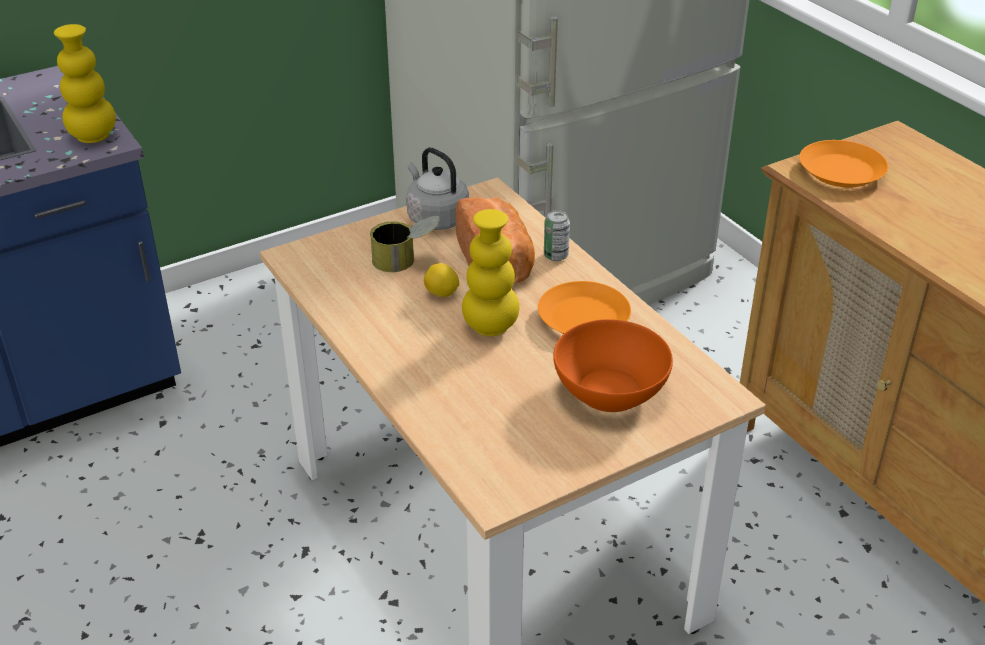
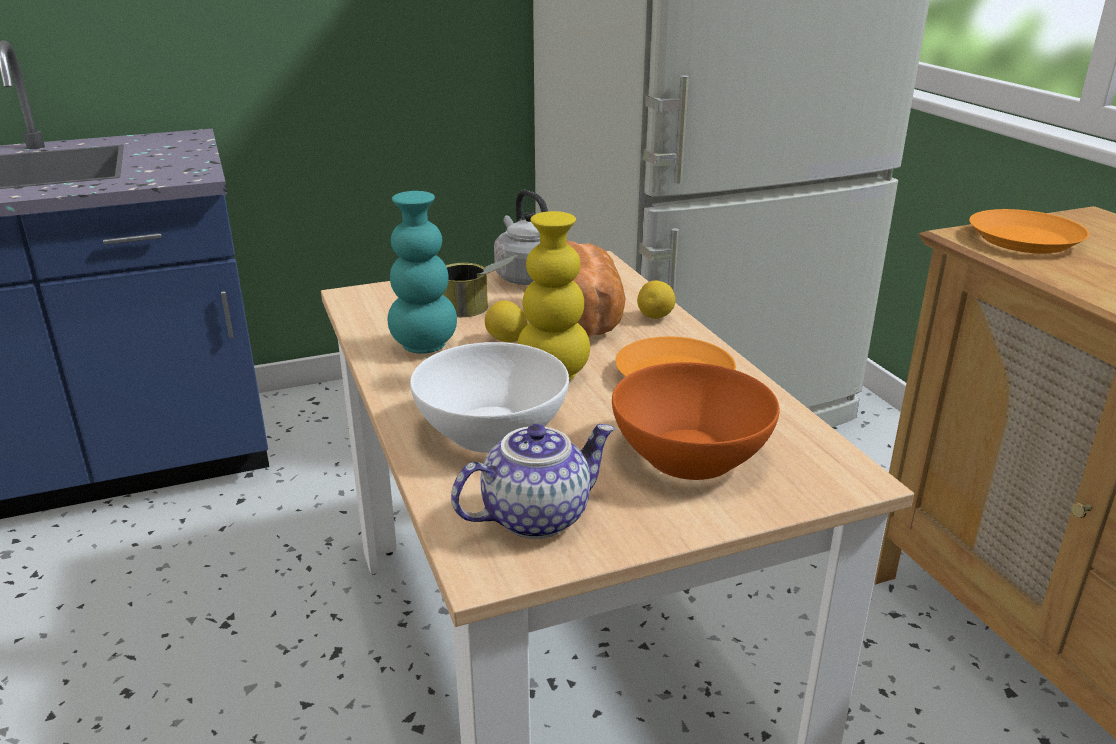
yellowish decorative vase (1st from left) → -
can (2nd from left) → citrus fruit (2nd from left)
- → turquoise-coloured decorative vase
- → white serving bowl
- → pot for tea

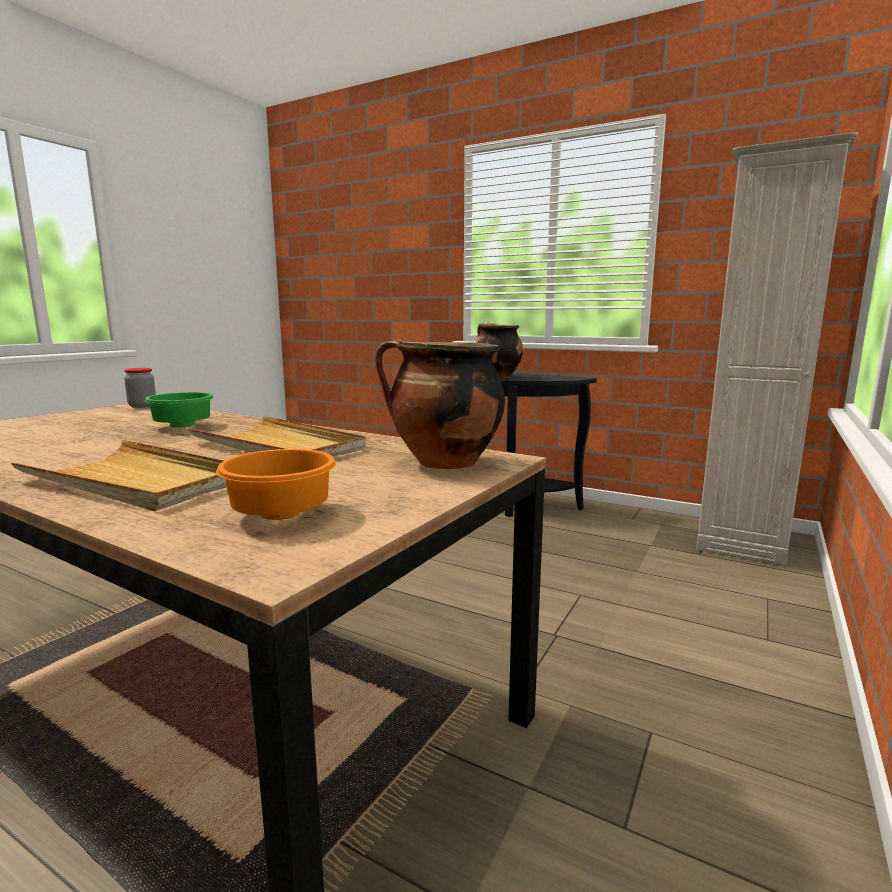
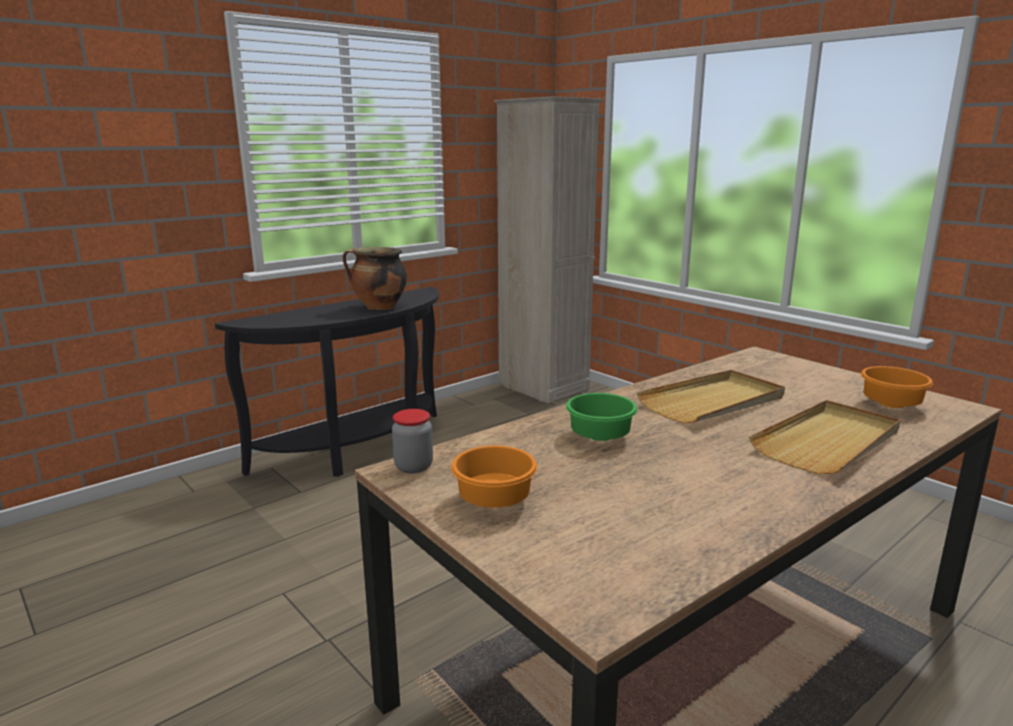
stockpot (1st from left) → -
- → orange-coloured serving bowl (1st from left)

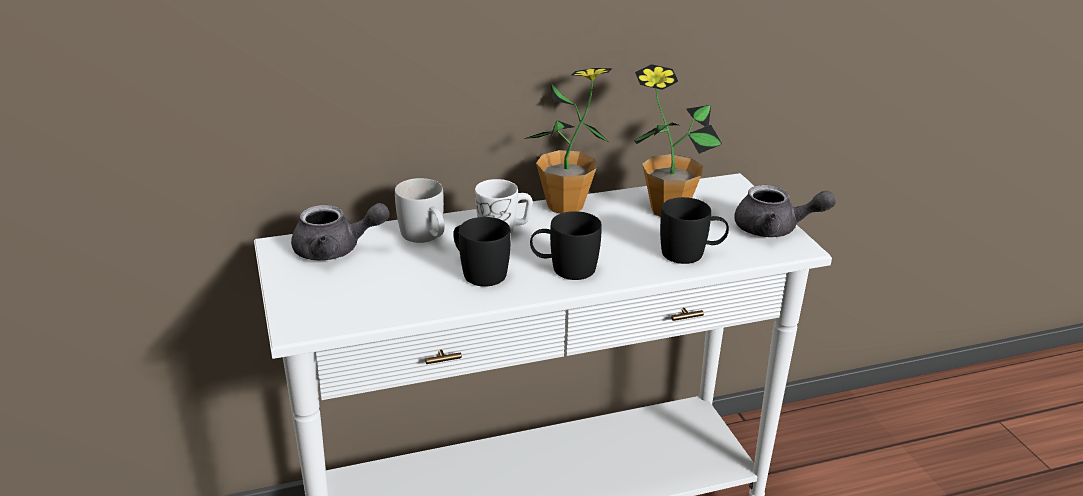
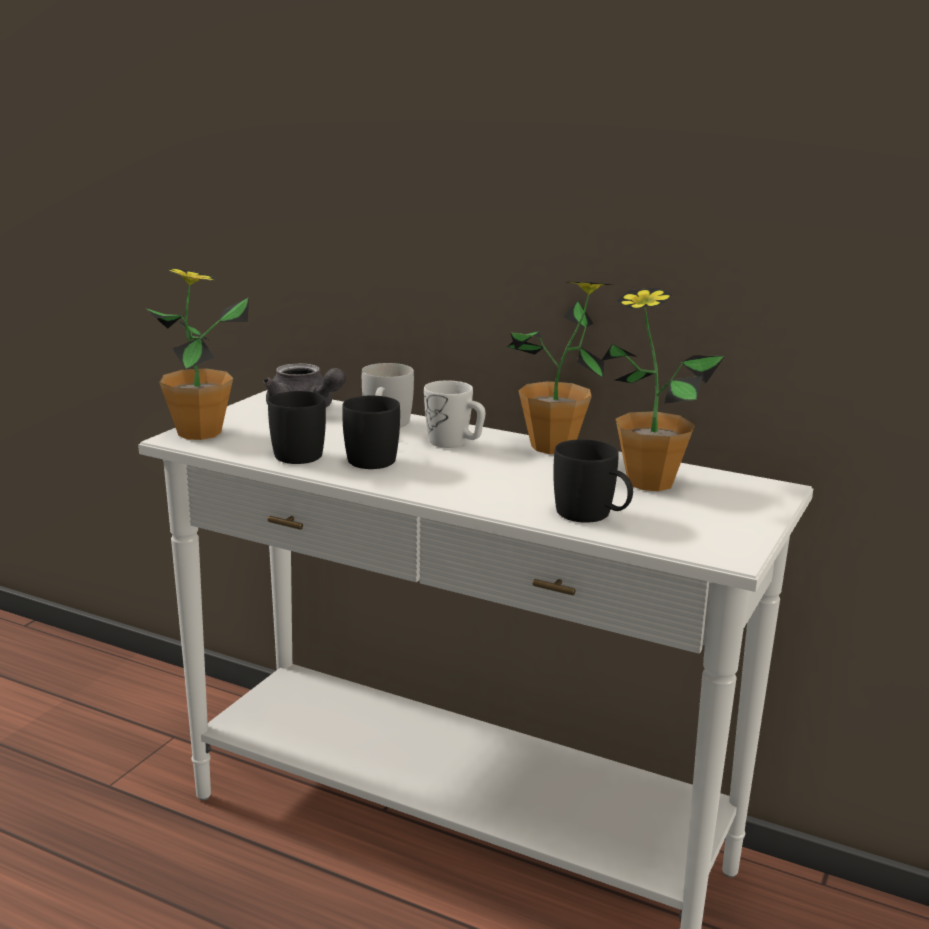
greyish pot for tea (2nd from left) → -
black-coloured tea mug (2nd from left in the first image) → black-coloured tea mug (1st from left), moved
- → potted plant (1st from left)

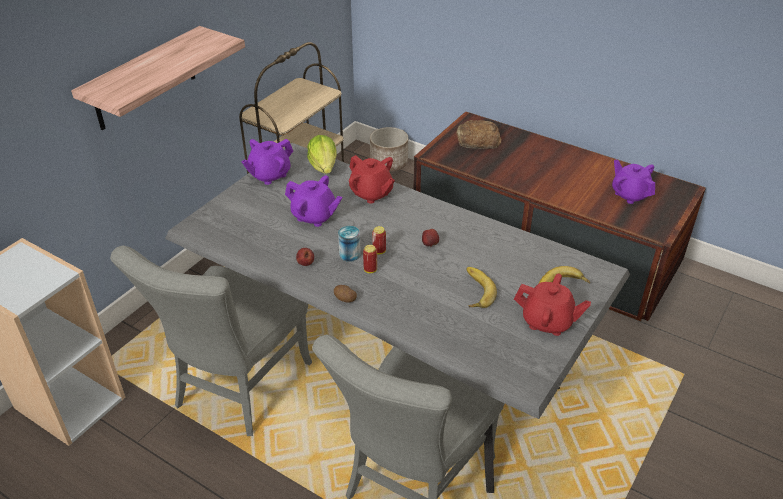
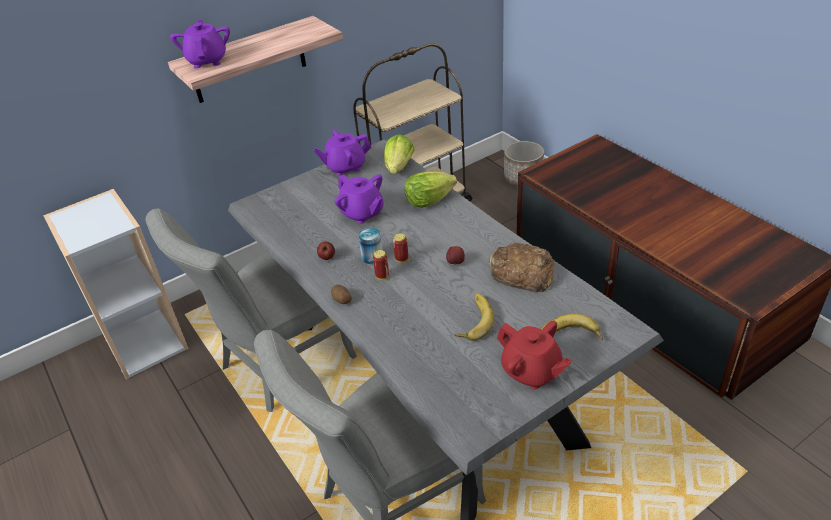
baked bread, moved
reddish pot for tea (1st from left) → lettuce head (2nd from left)
purple pot for tea (3rd from left in the first image) → purple pot for tea (1st from left), moved

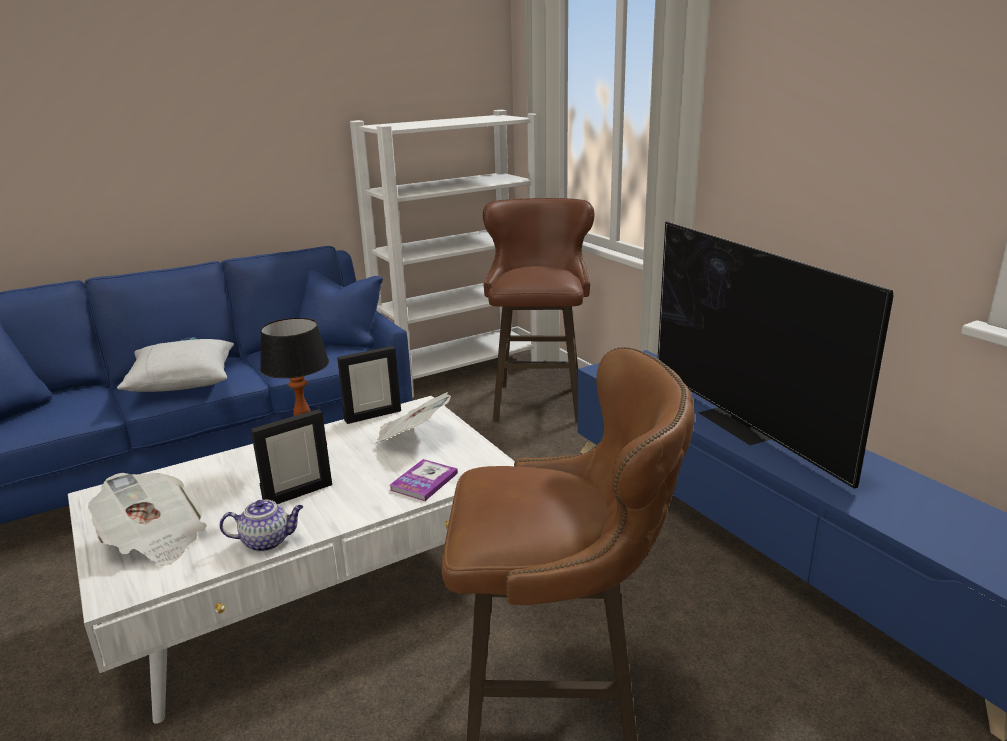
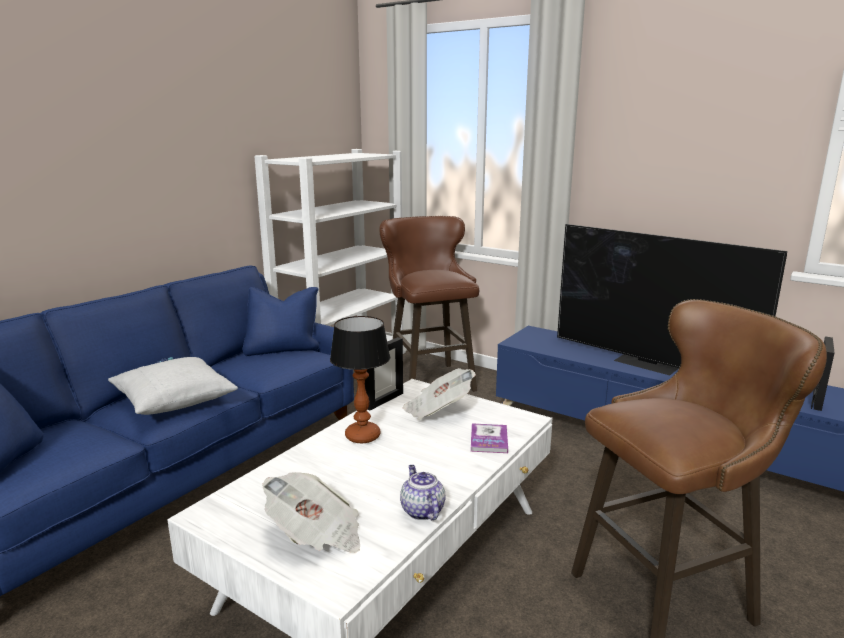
picture frame (1st from left in the first image) → picture frame (2nd from left), moved
pot for tea, 75 degrees counterclockwise

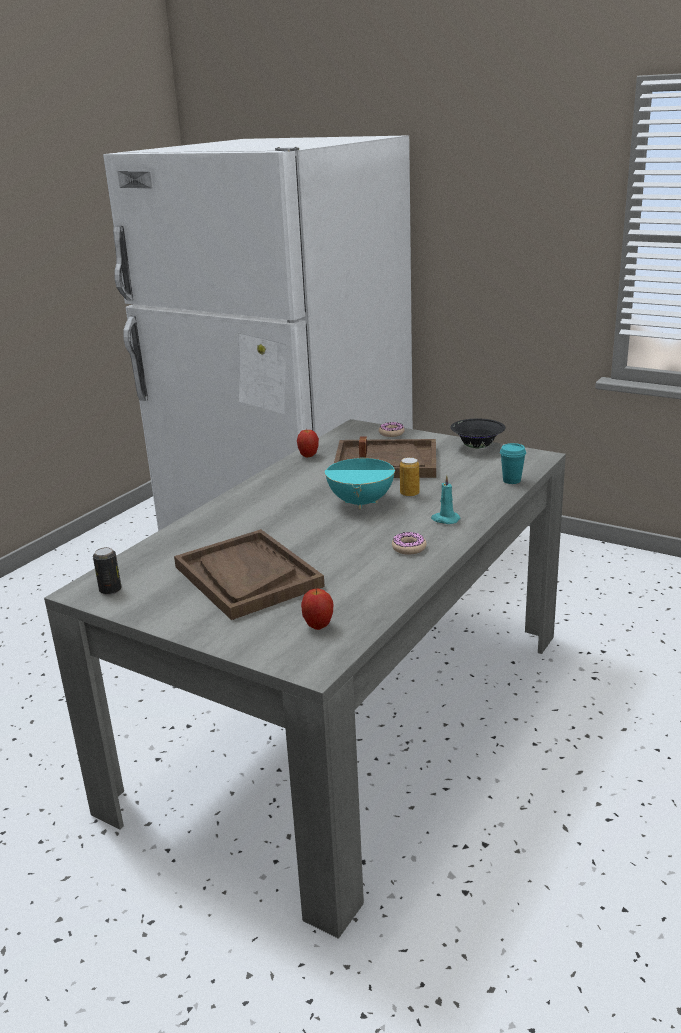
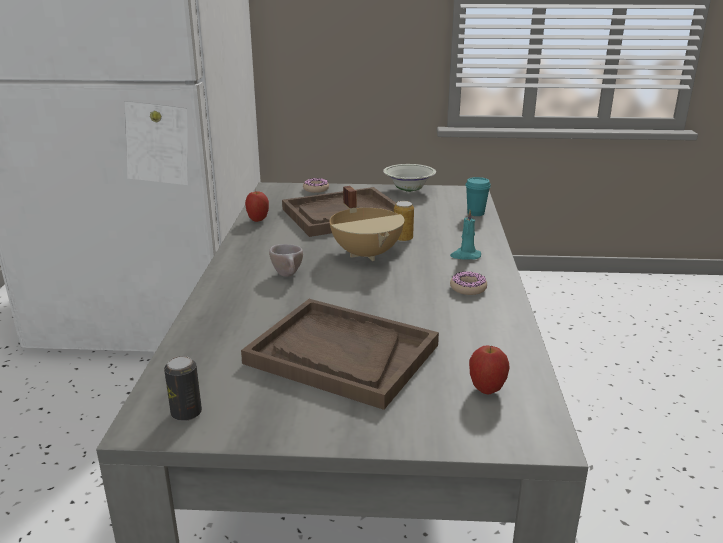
black-coloured serving bowl → white serving bowl
turquoise-coloured stockpot → beige stockpot
- → beige small cup

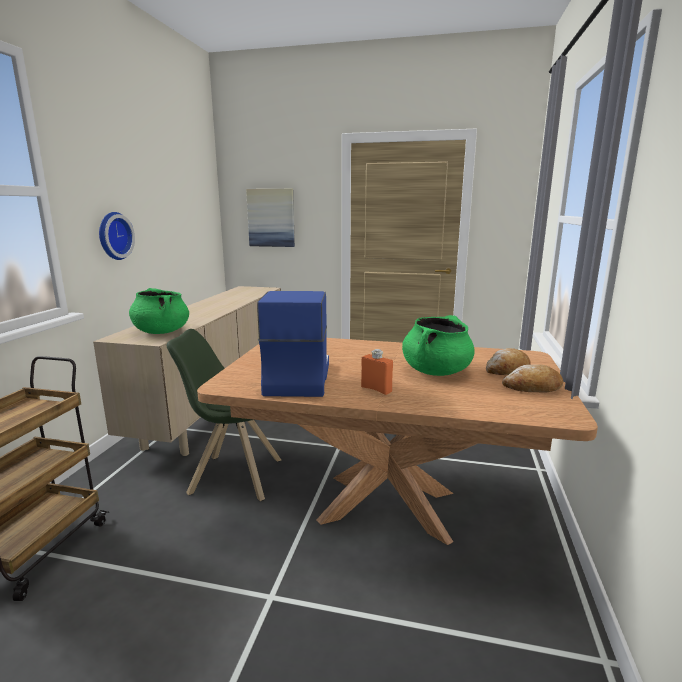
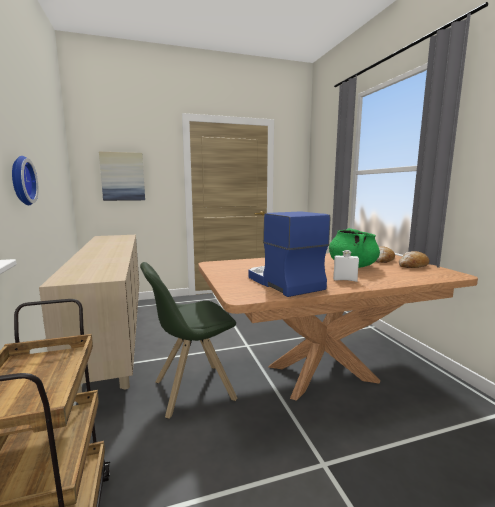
greenish stockpot (1st from left) → -
orange-coloured beverage bottle → white beverage bottle

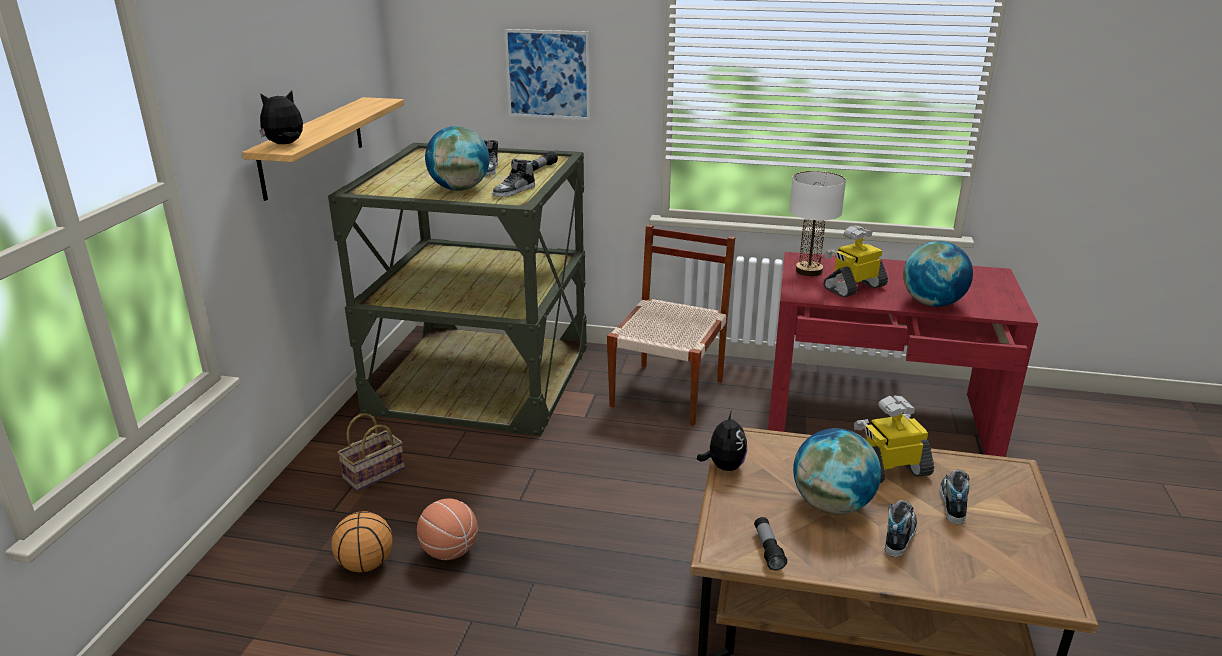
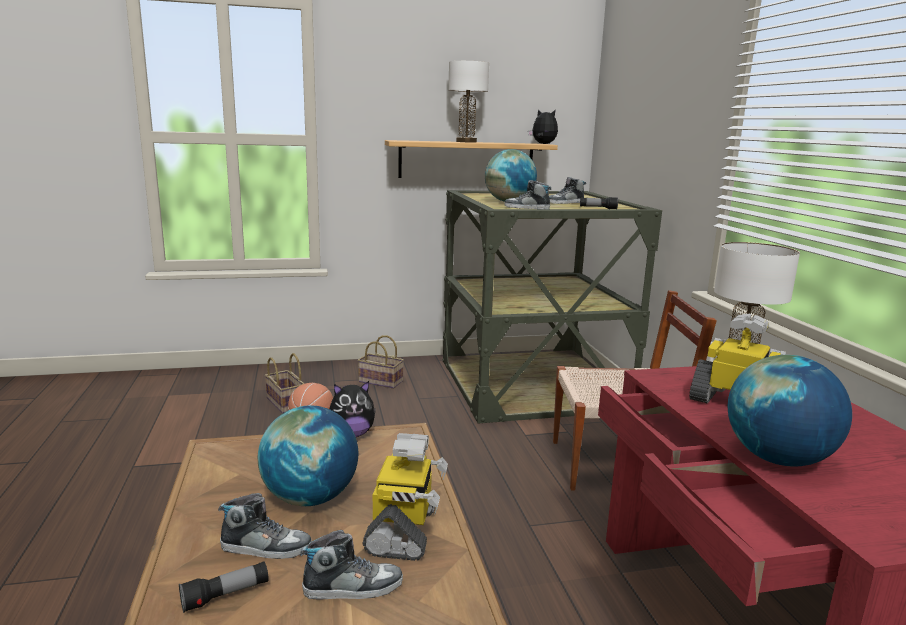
wall picture → -
soft toy (1st from left in the first image) → soft toy (2nd from left), moved
model robot (2nd from left in the first image) → model robot (1st from left), 45 degrees clockwise
basketball (1st from left) → household basket (1st from left)
hand torch (2nd from left in the first image) → hand torch (1st from left), moved
- → lamp for a table (1st from left)

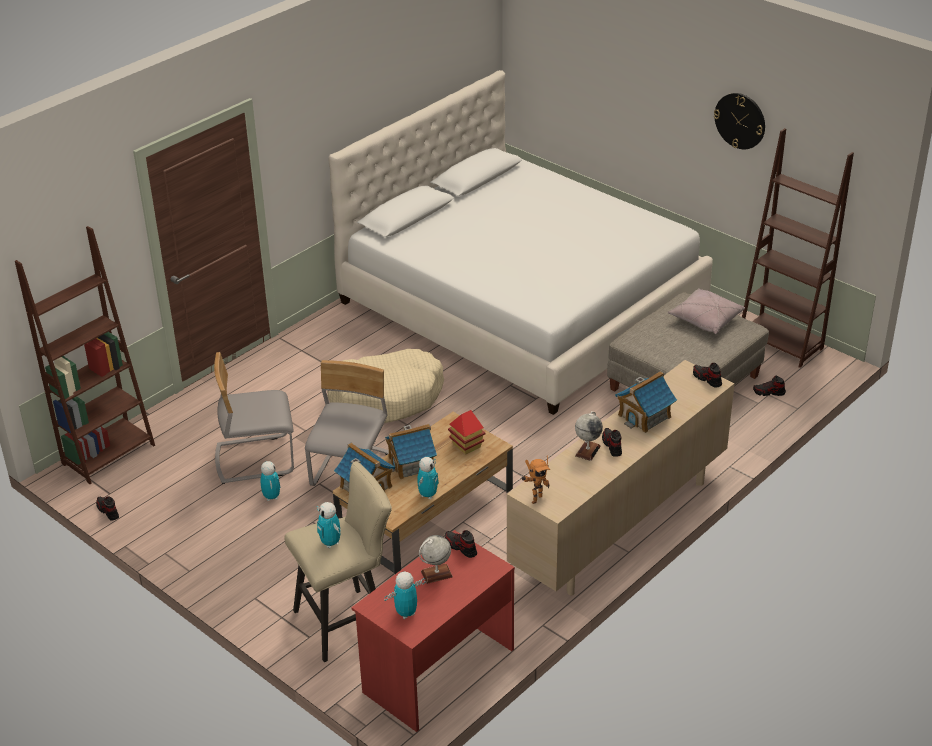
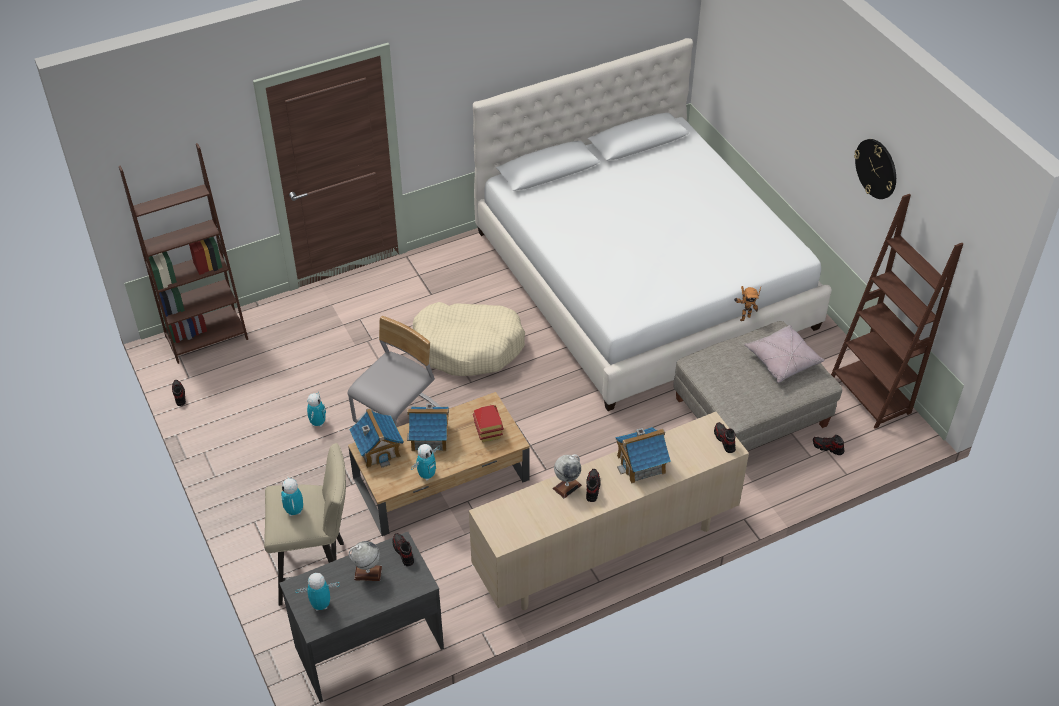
greyish chair (1st from left) → -
model robot (5th from left), moved
reddish desk unit → greyish desk unit

